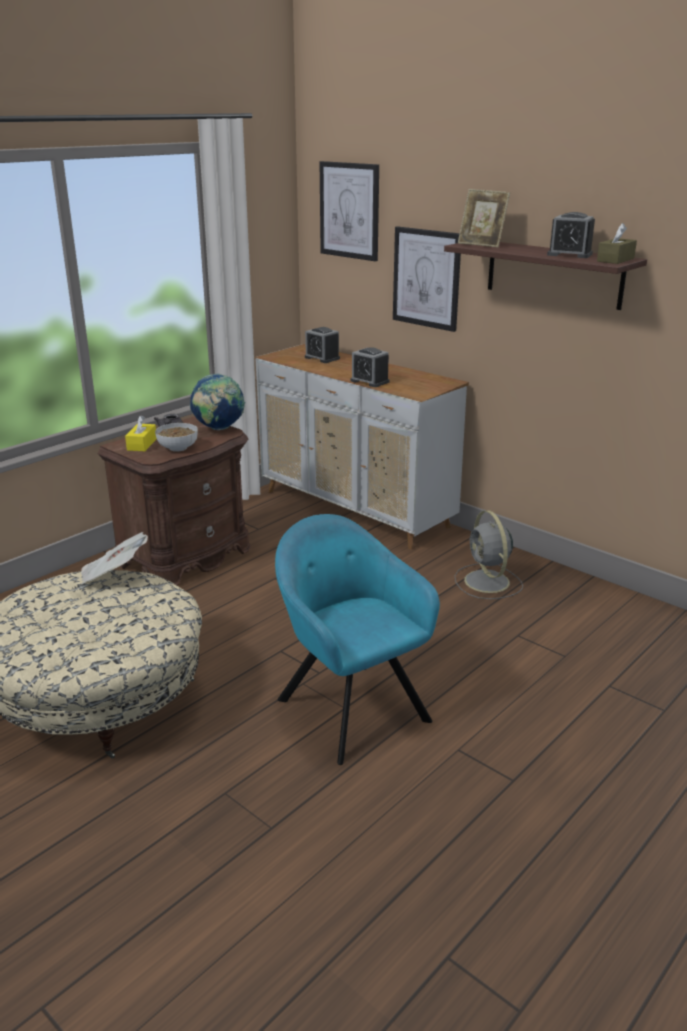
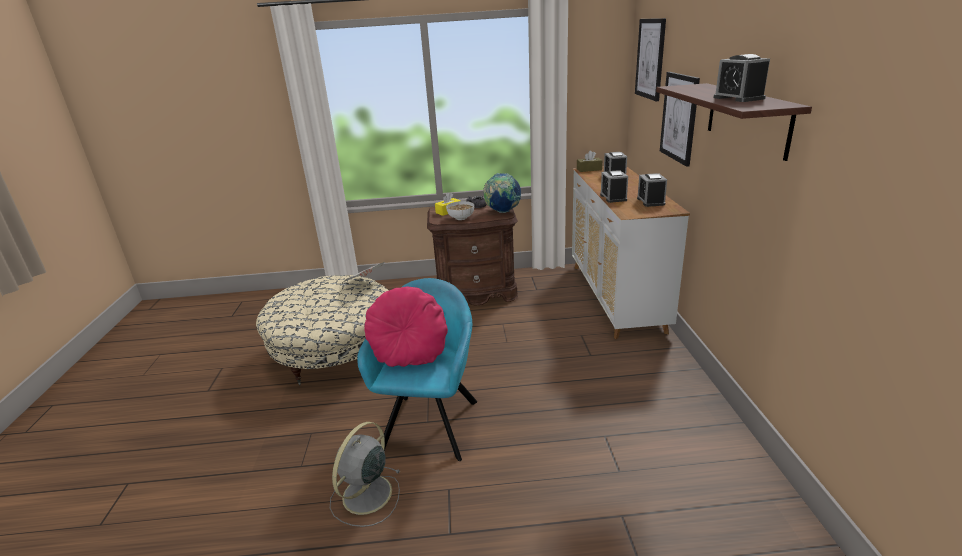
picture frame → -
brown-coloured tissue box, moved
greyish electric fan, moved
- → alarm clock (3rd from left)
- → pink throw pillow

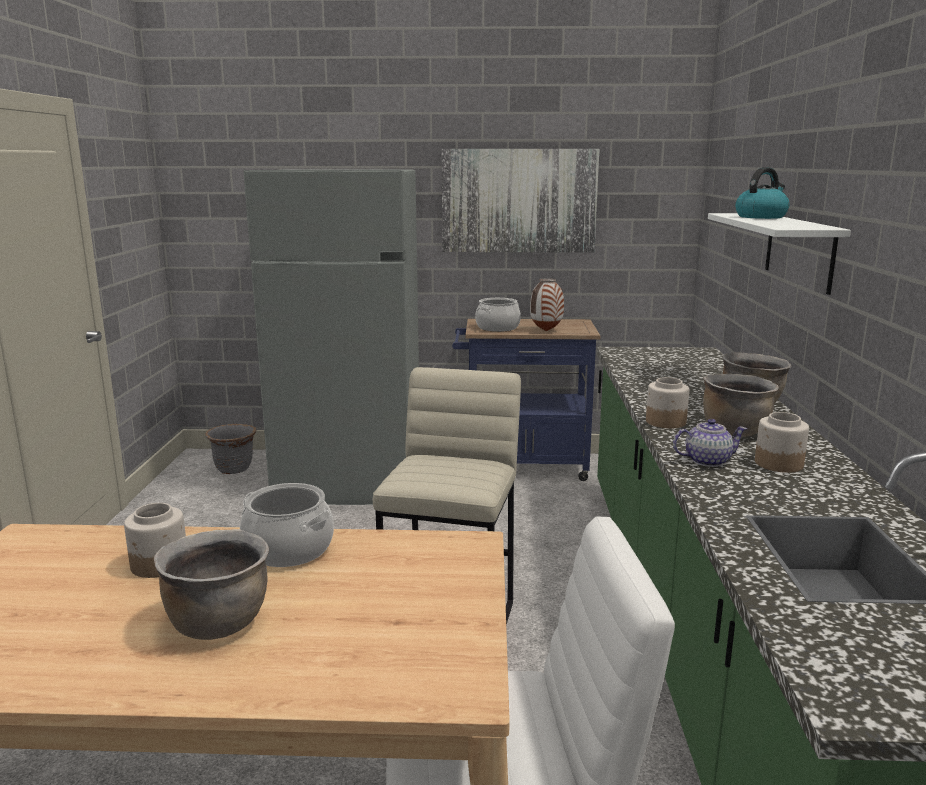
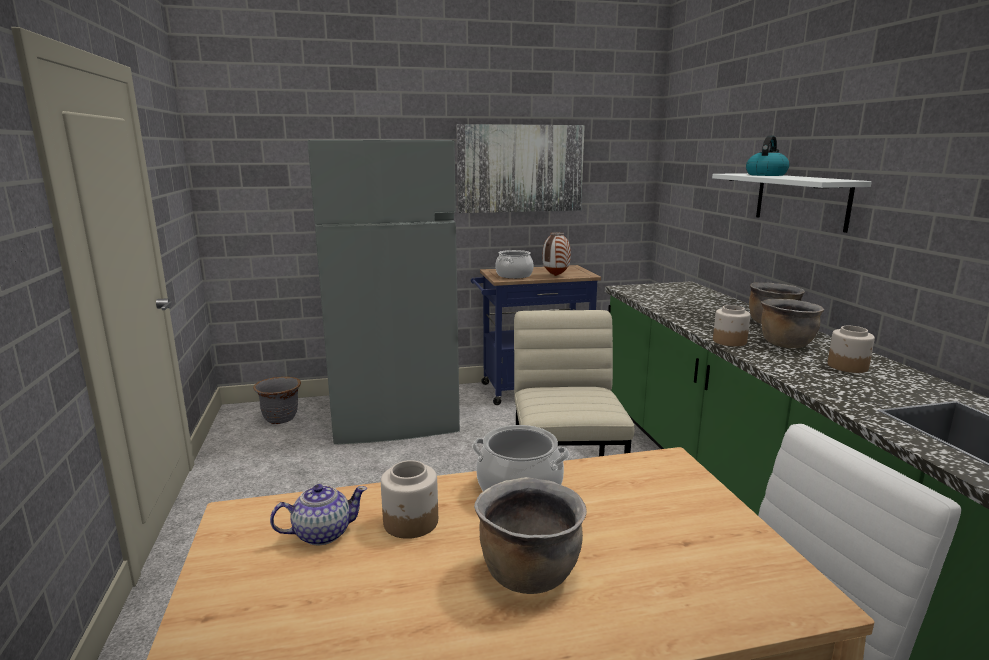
pot for tea, moved

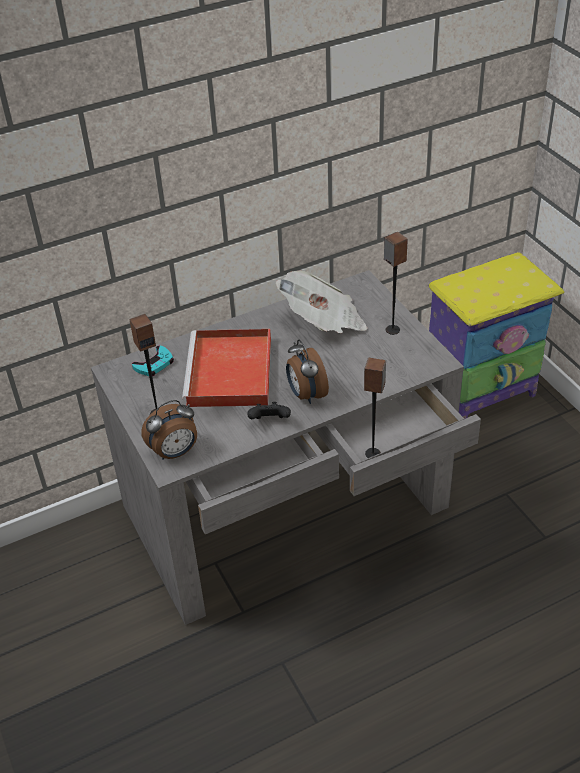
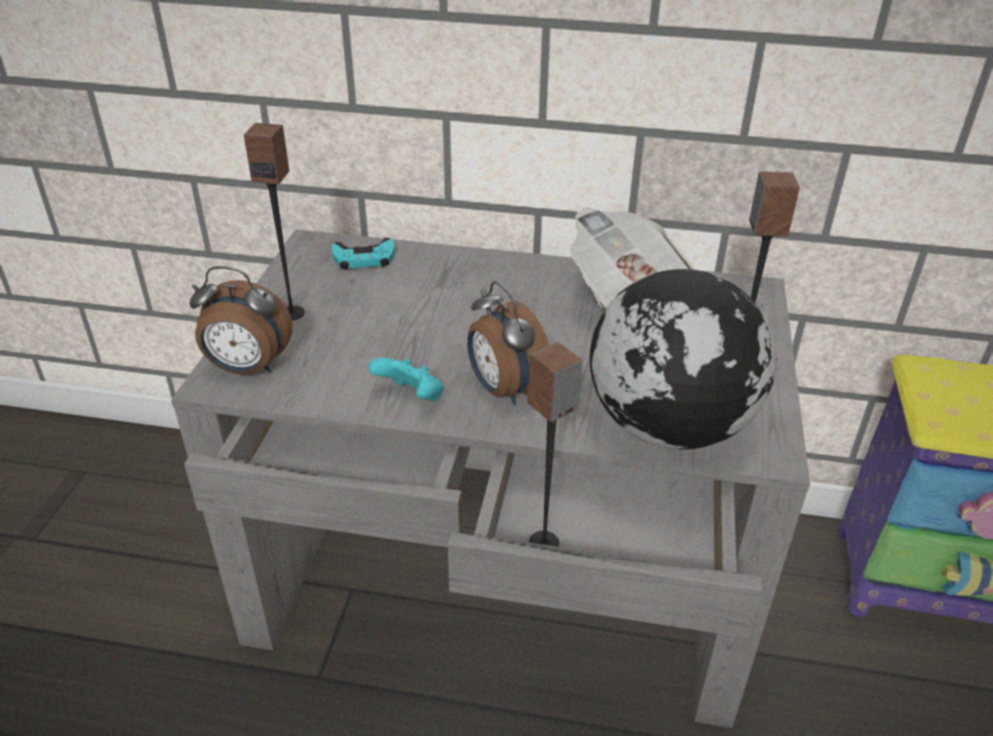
reddish tray → -
alarm clock (2nd from left), 45 degrees counterclockwise
black-coloured gamepad → turquoise-coloured gamepad (2nd from left)
- → desk globe

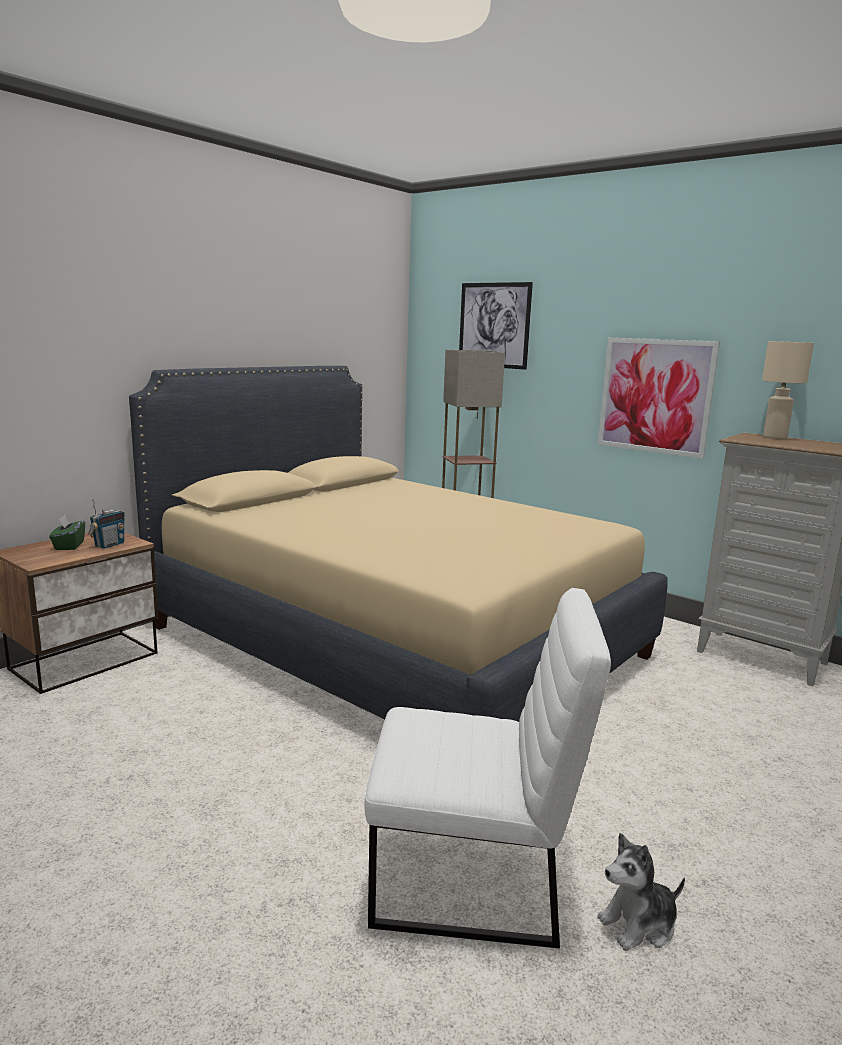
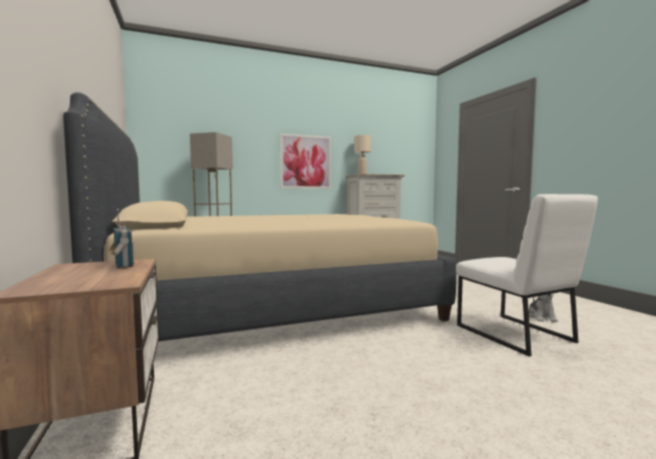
wall picture (1st from left) → -
greenish tissue box → -
white chair, 120 degrees clockwise

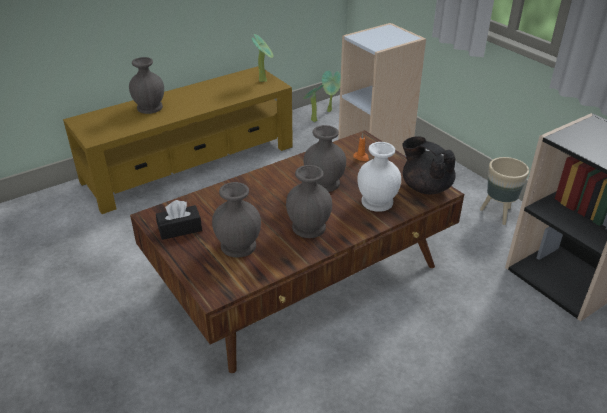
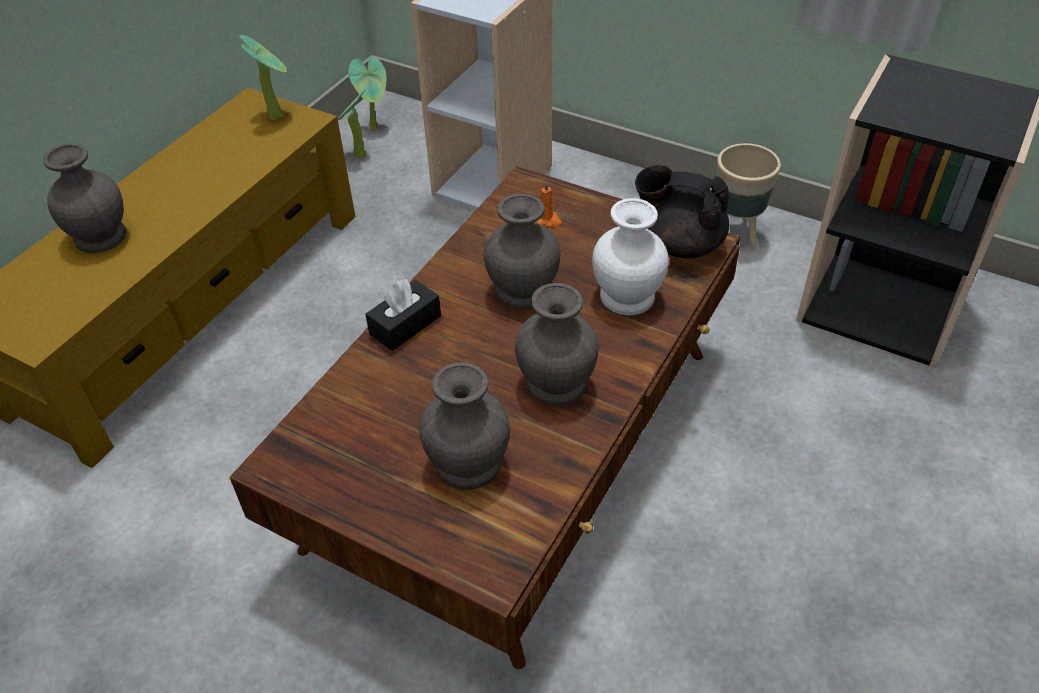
black-coloured tissue box, moved

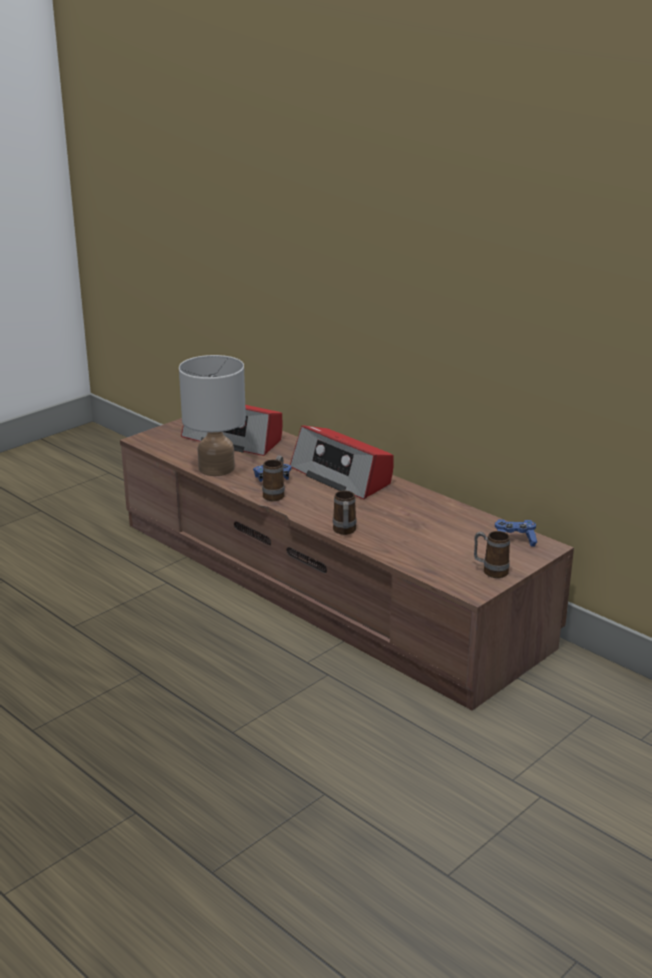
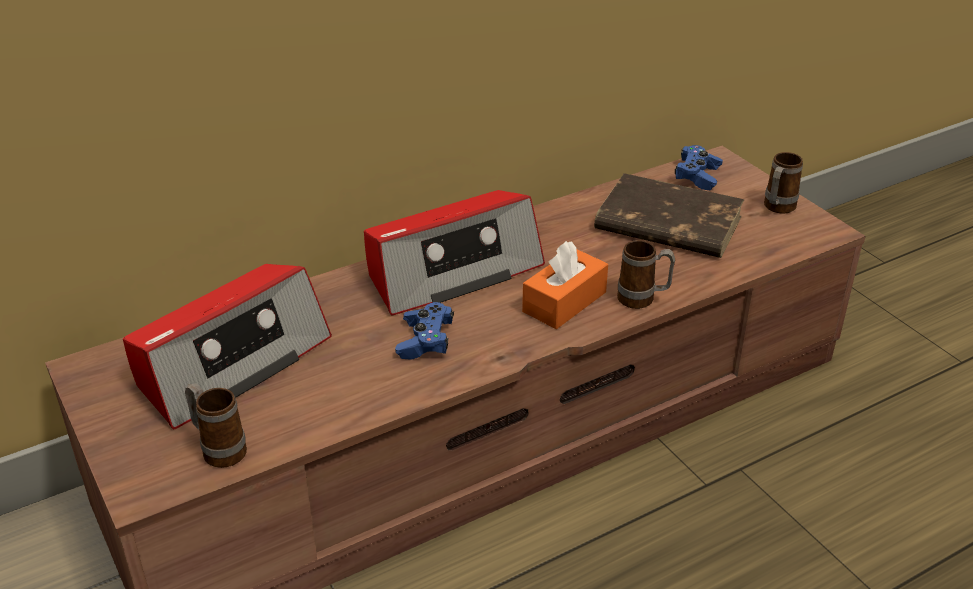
greyish lamp for a table → -
tea mug (1st from left), moved
- → brown-coloured bound book
- → orange-coloured tissue box

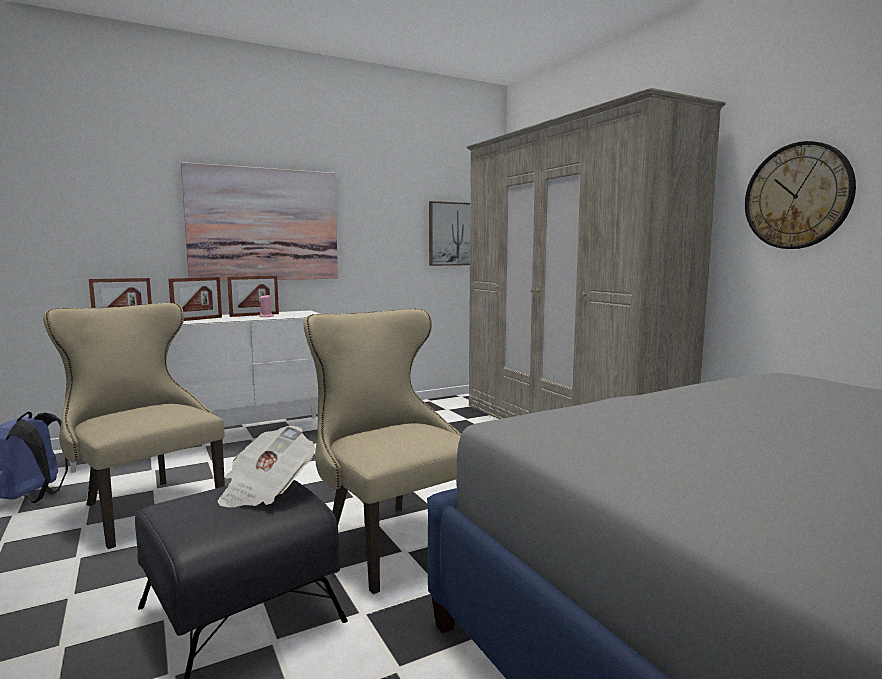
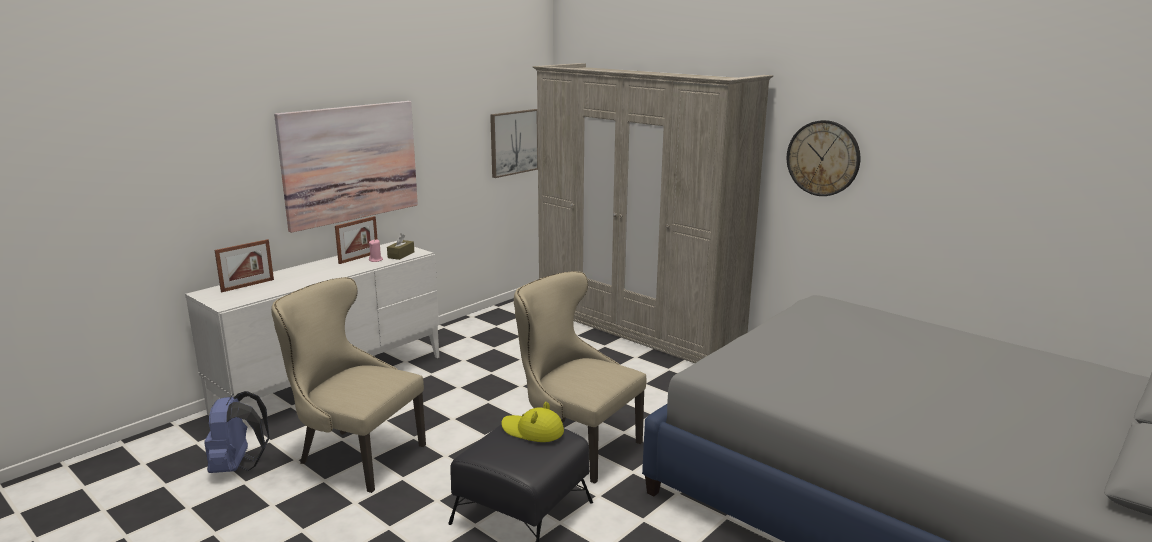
picture frame (2nd from left) → -
newspaper → yellowish clothing hat
- → brown-coloured tissue box

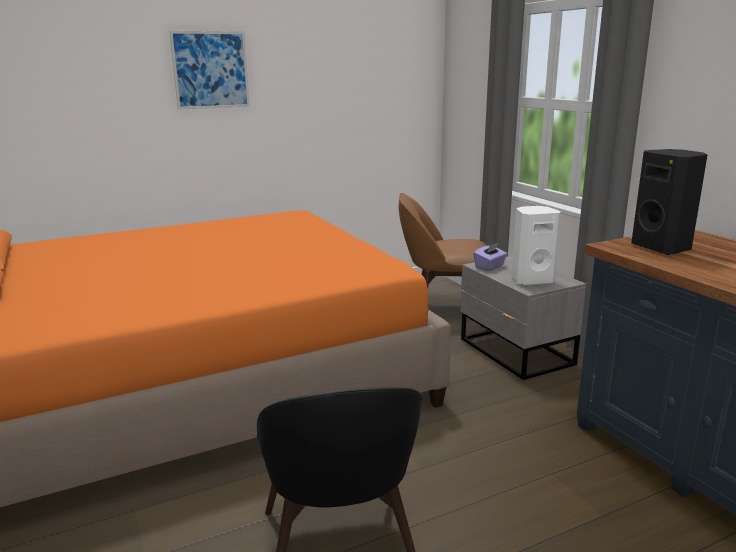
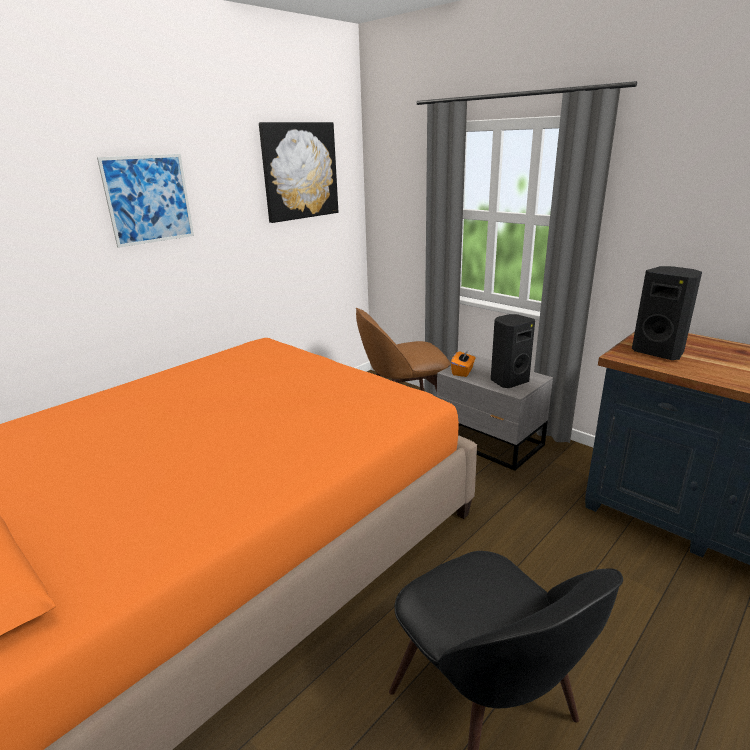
white loudspeaker → black-coloured loudspeaker (1st from left)
purple tissue box → orange-coloured tissue box
- → wall picture (2nd from left)

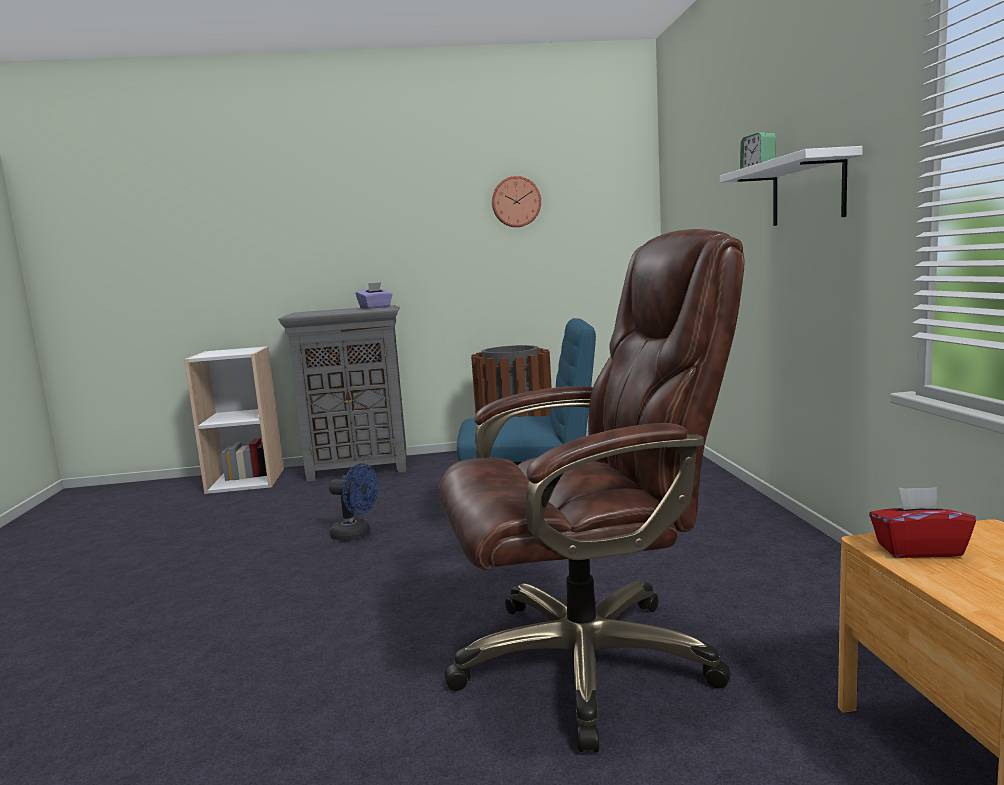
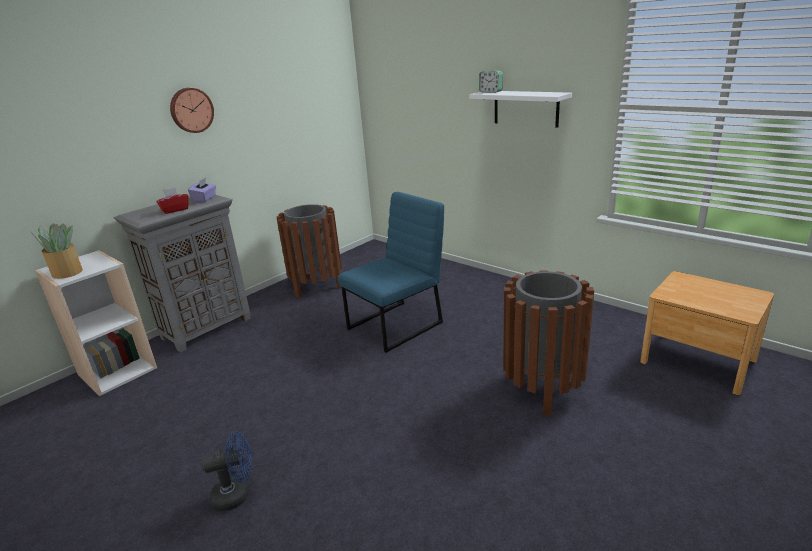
hanging clock, moved
brown-coloured office chair → brown-coloured trash can (2nd from left)
bluish electric fan, moved
reddish tissue box, moved
- → potted plant

